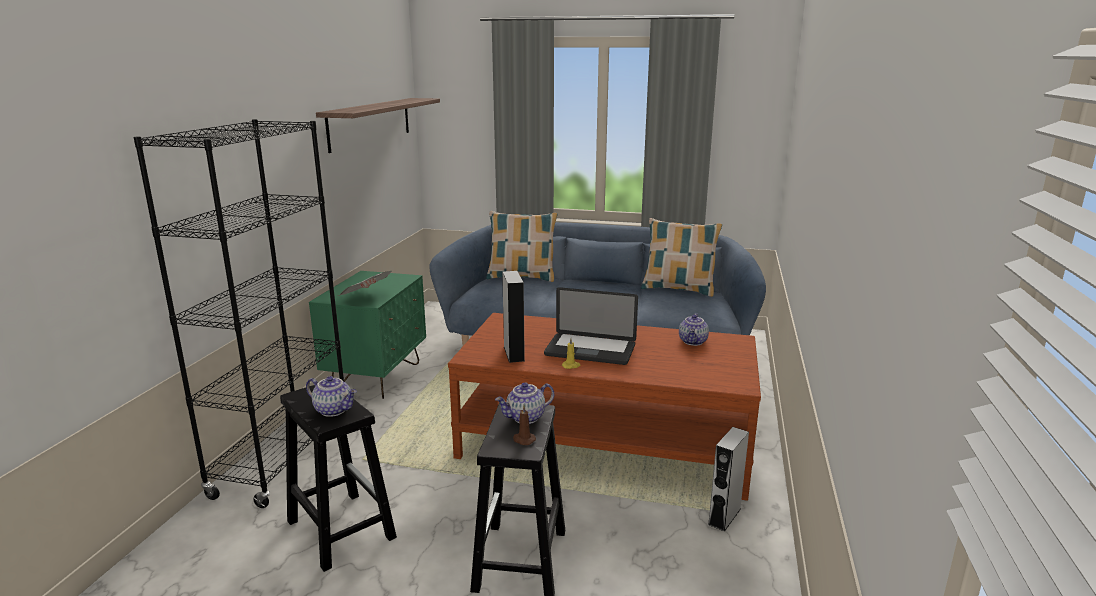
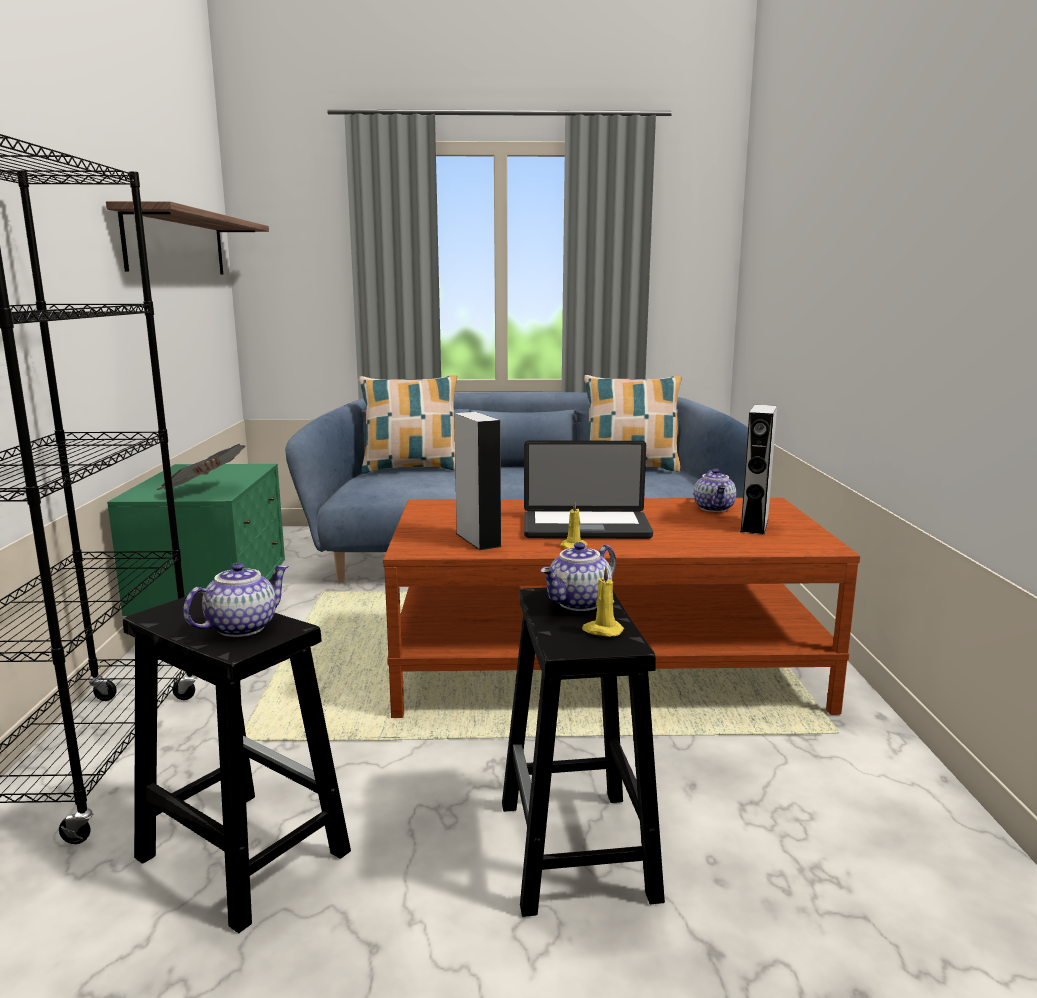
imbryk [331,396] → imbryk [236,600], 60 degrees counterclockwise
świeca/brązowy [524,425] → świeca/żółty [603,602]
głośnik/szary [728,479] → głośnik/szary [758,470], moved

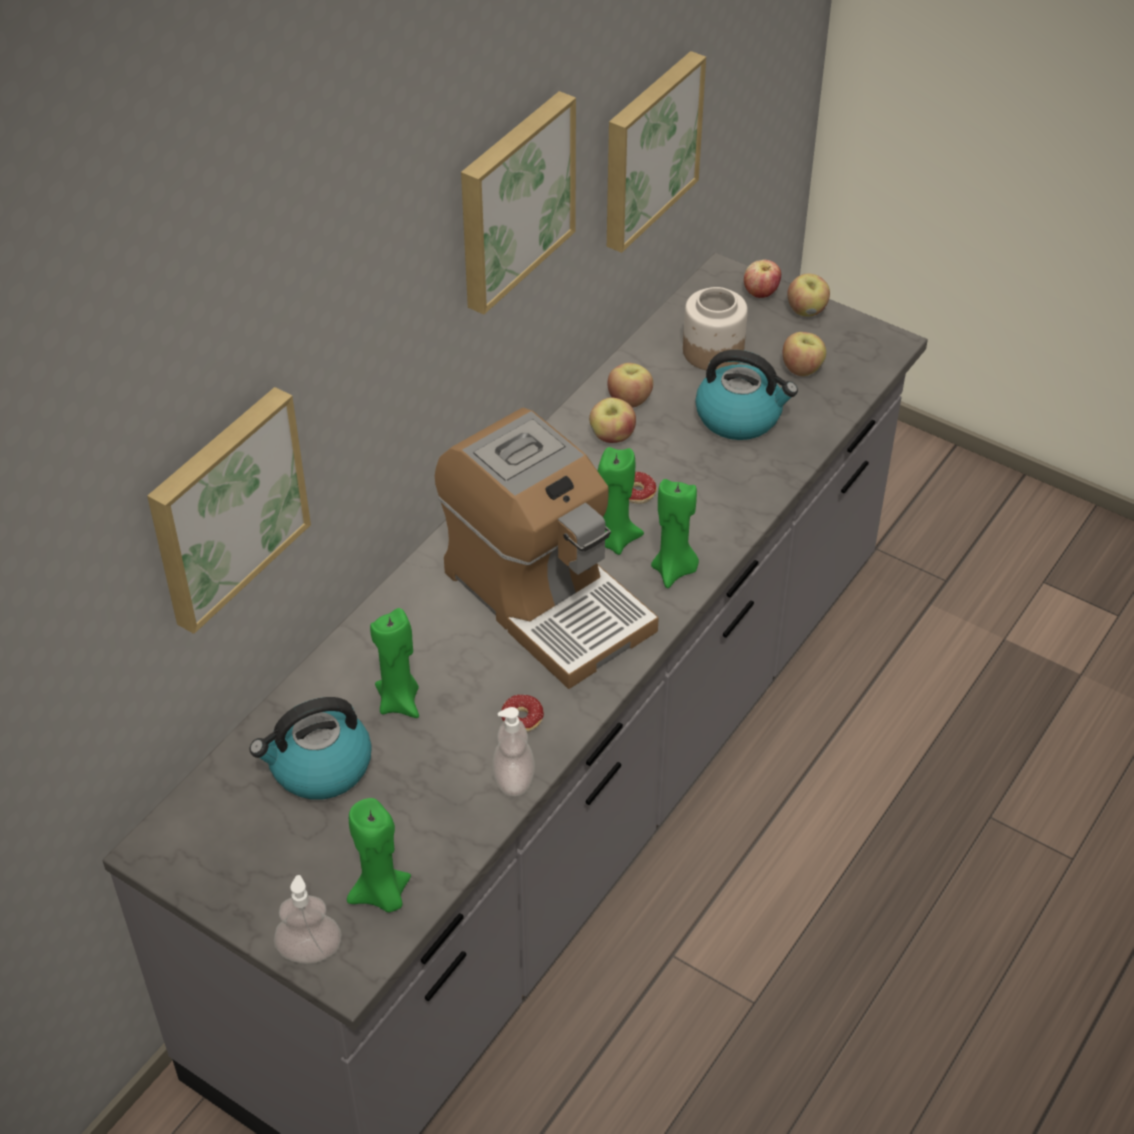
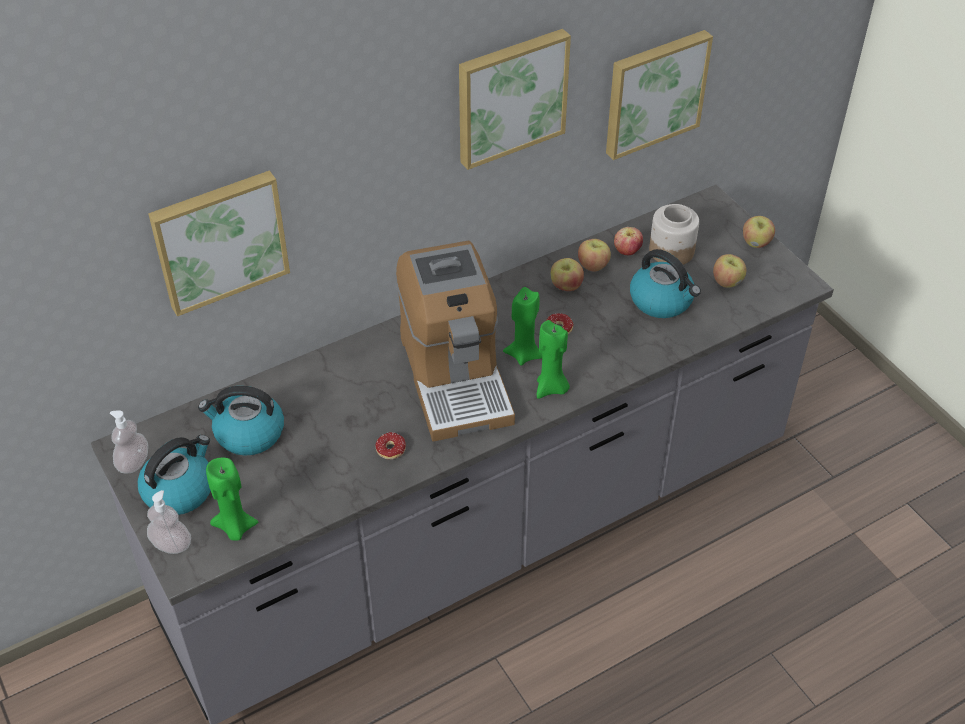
dozownik mydła [513,751] → dozownik mydła [129,442], moved
- → czajnik [174,475]
jabłko [762,278] → jabłko [628,241], moved
świeca/zielony [394,663] → -

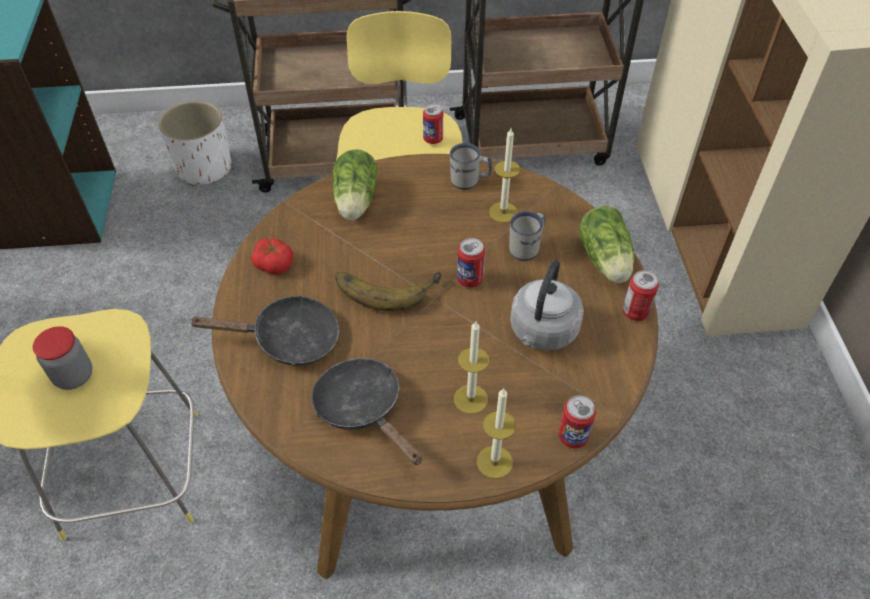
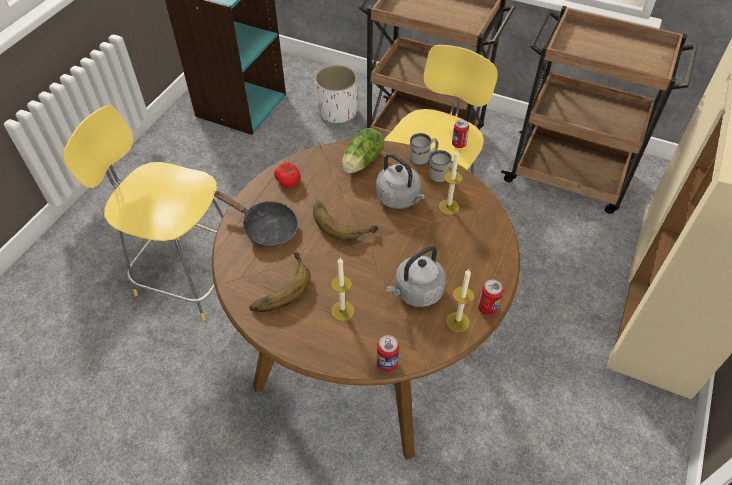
patelnia/czarny [366,411] → banan [280,282]
- → czajnik/szary [400,181]
kubek/biały [527,236] → kubek/biały [424,149], moved
świeca [496,433] → świeca [460,301], moved
słoik [62,358] → -
puszka [471,263] → -
sałata [606,244] → -

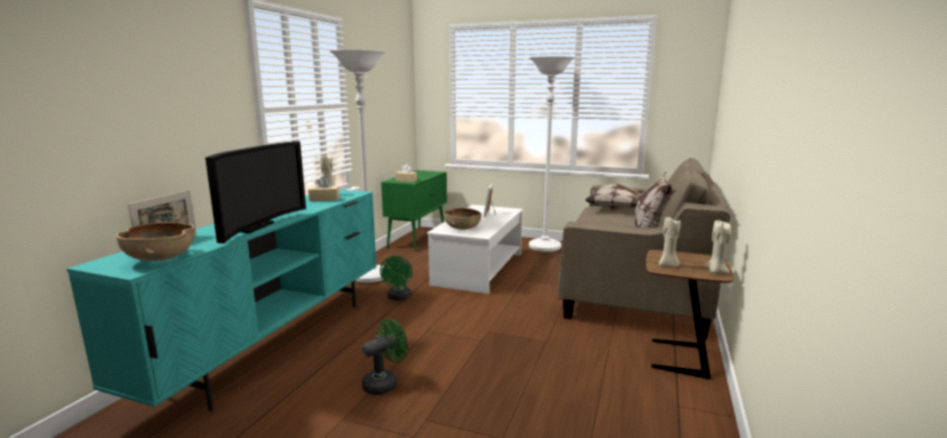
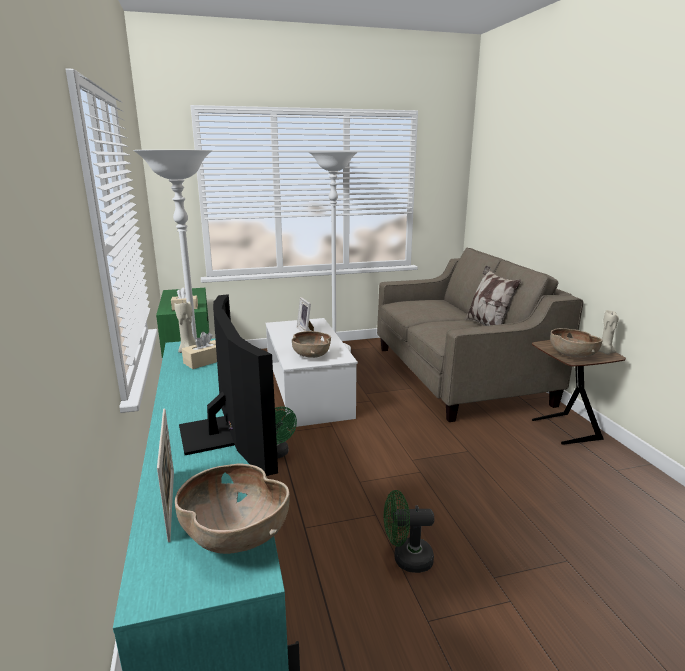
wentylator/zielony [385,356] → wentylator/zielony [409,531], 105 degrees counterclockwise
świeca/beżowy [670,242] → miska/brązowy [576,342]
poduszka [614,197] → -

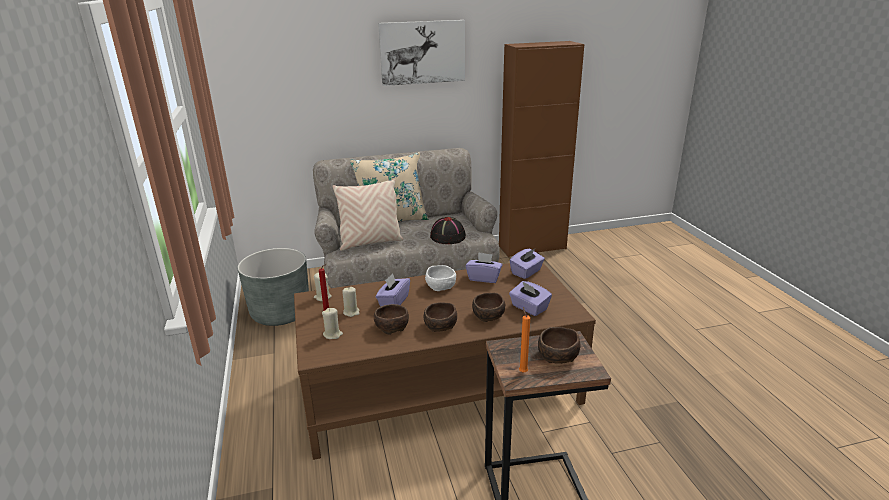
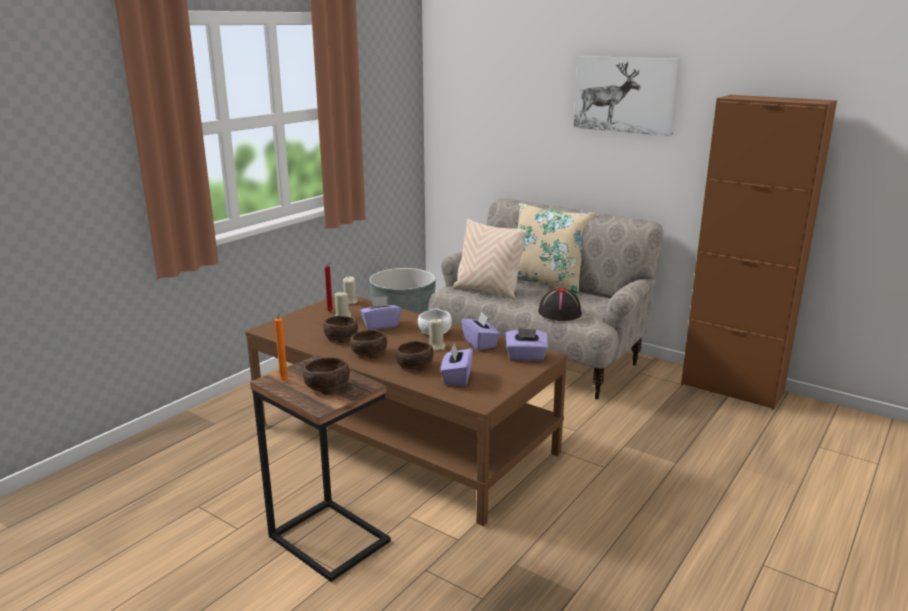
świeca/beżowy [332,323] → świeca/beżowy [437,334], moved

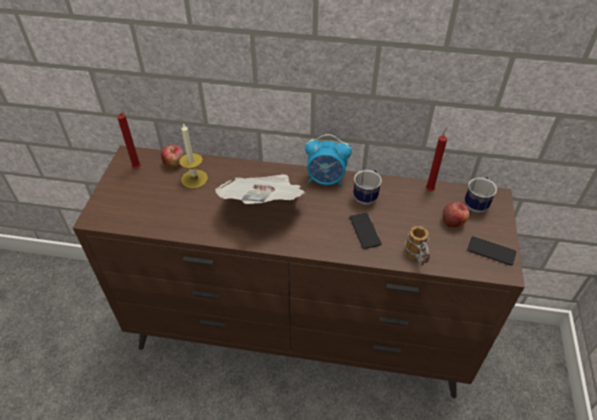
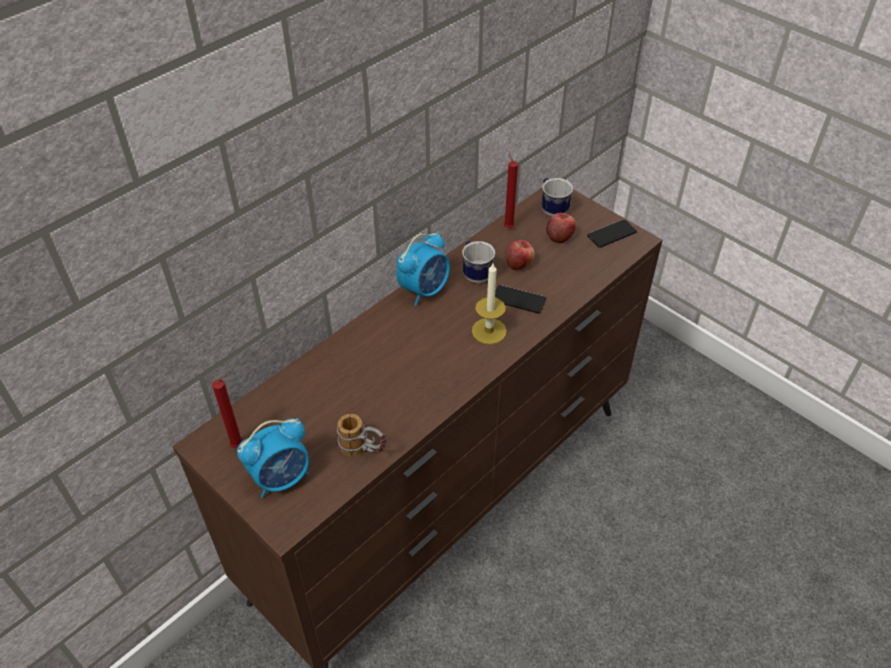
- → budzik [273,458]
kubek [417,246] → kubek [361,435], moved
świeca [193,156] → świeca [489,303], moved
jabłko [172,156] → jabłko [519,255], moved
gazeta [260,189] → -

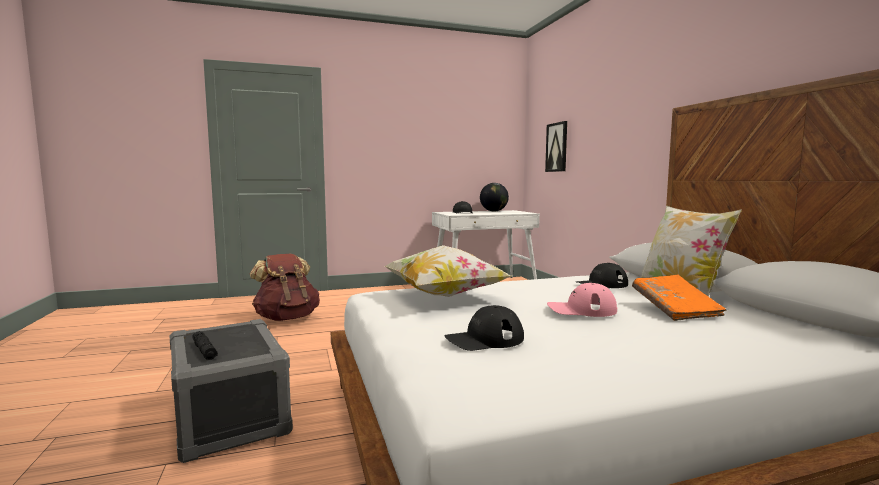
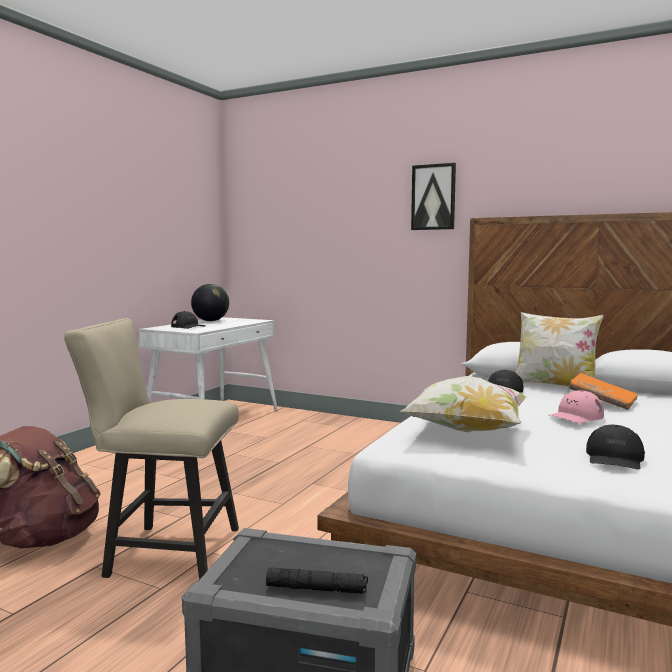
- → krzesło/beżowy [151,449]
obraz [556,146] → obraz [433,196], moved

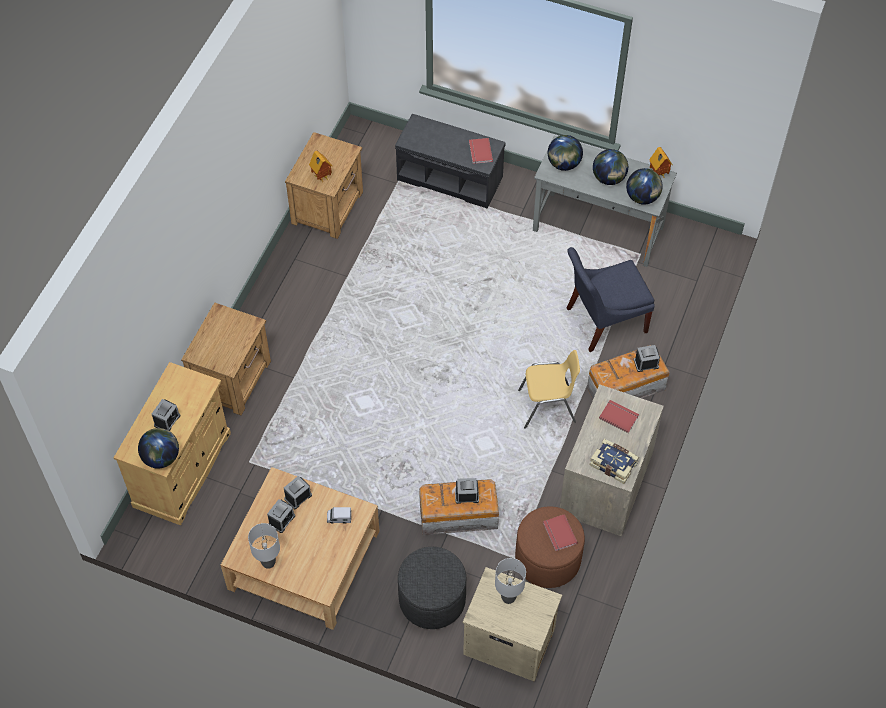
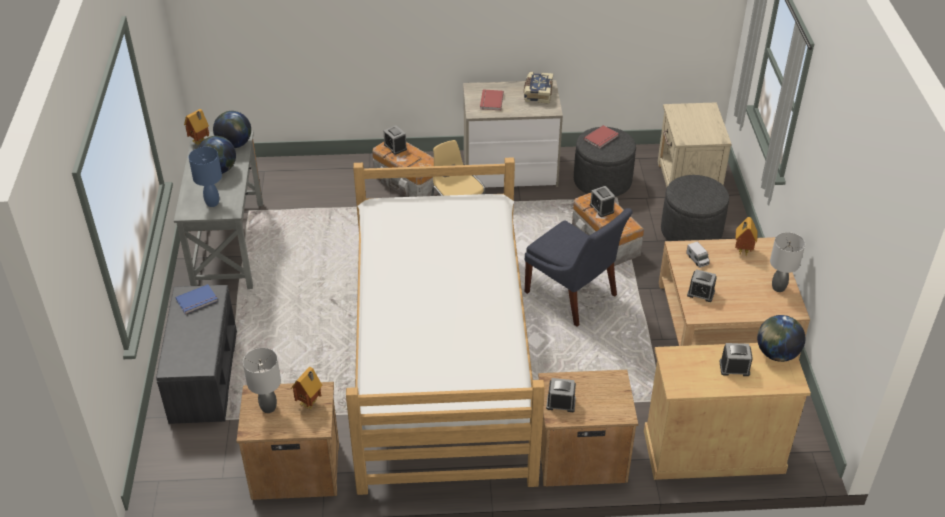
książka/czerwony [481,151] → książka/niebieski [196,299]
globus [565,153] → lampa stołowa/niebieski [205,177]
lampa stołowa/szary [510,581] → lampa stołowa/szary [262,380], moved
- → łóżko [445,326]
krzesło/niebieski [611,299] → krzesło/niebieski [579,267], moved
budzik [281,516] → budzik [561,395], moved
pufa/brązowy [550,547] → pufa/szary [605,162]
- → domek [746,236]

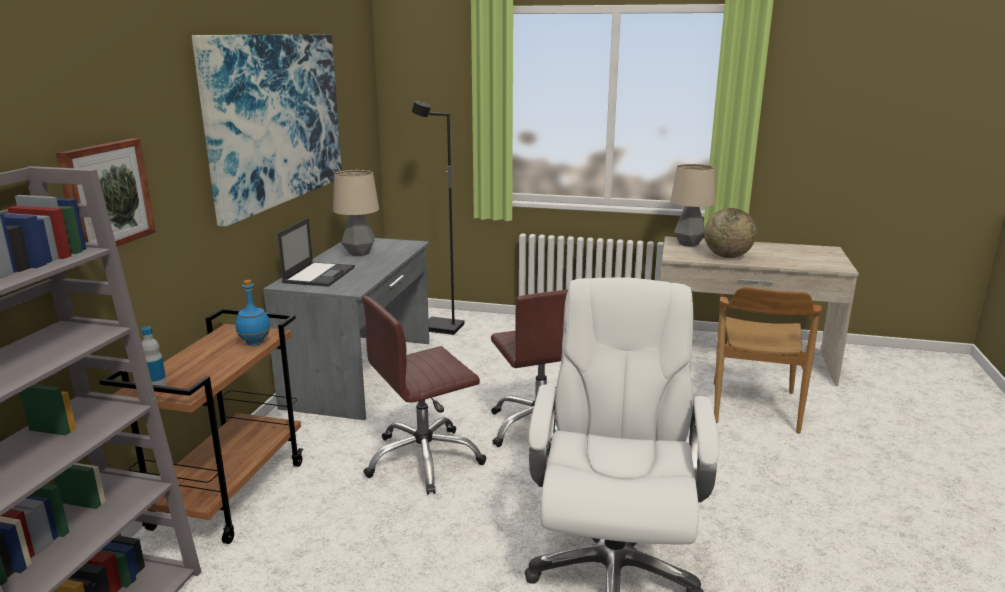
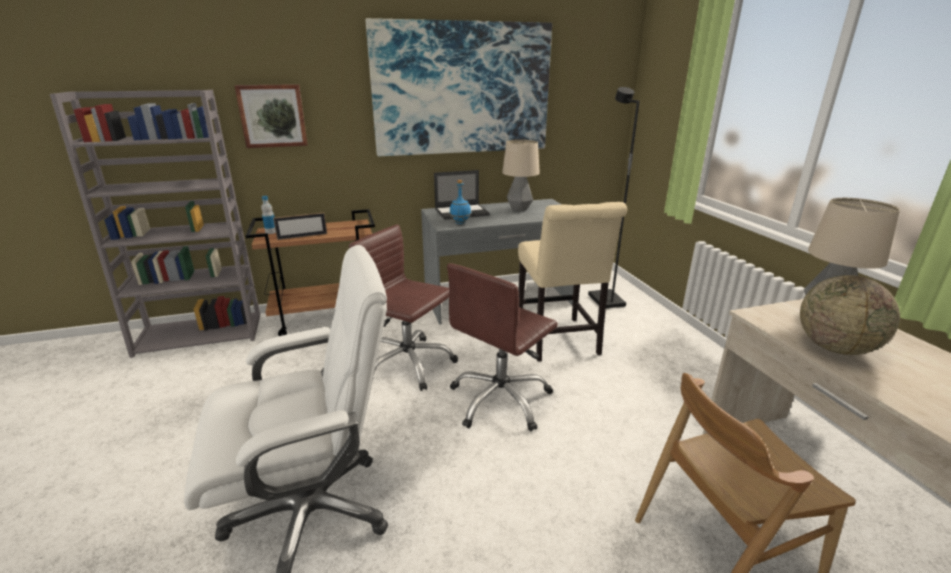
- → ramka na zdjęcie [300,226]
butelka/niebieski [253,313] → butelka/niebieski [460,202], moved
- → krzesło/beżowy [572,282]

